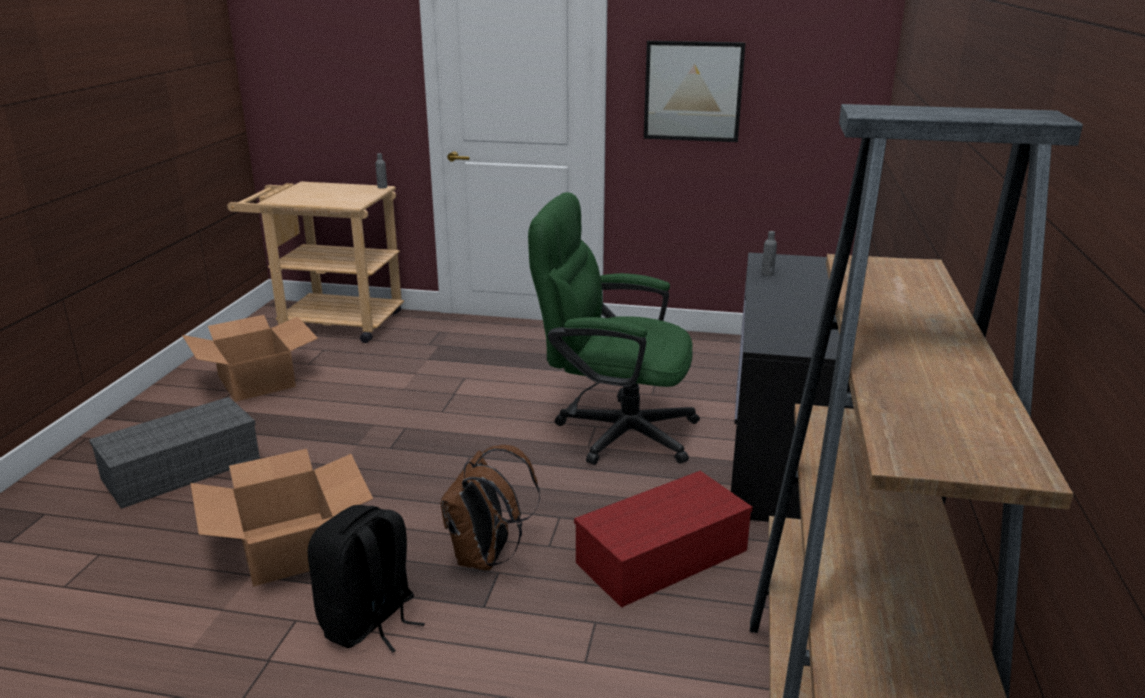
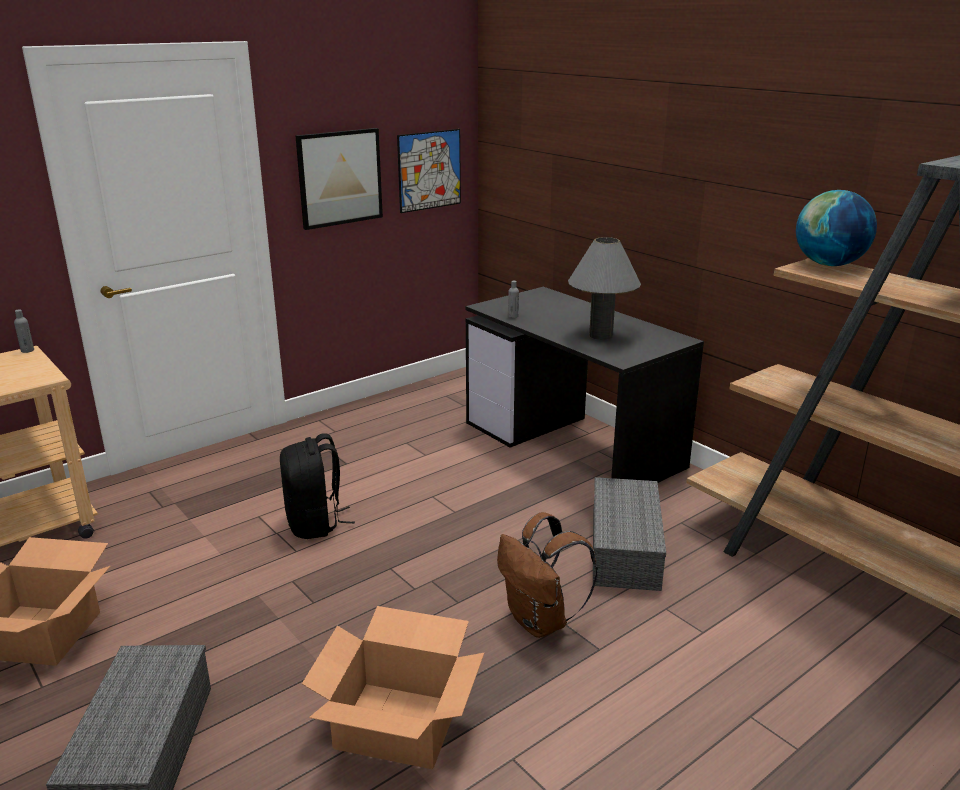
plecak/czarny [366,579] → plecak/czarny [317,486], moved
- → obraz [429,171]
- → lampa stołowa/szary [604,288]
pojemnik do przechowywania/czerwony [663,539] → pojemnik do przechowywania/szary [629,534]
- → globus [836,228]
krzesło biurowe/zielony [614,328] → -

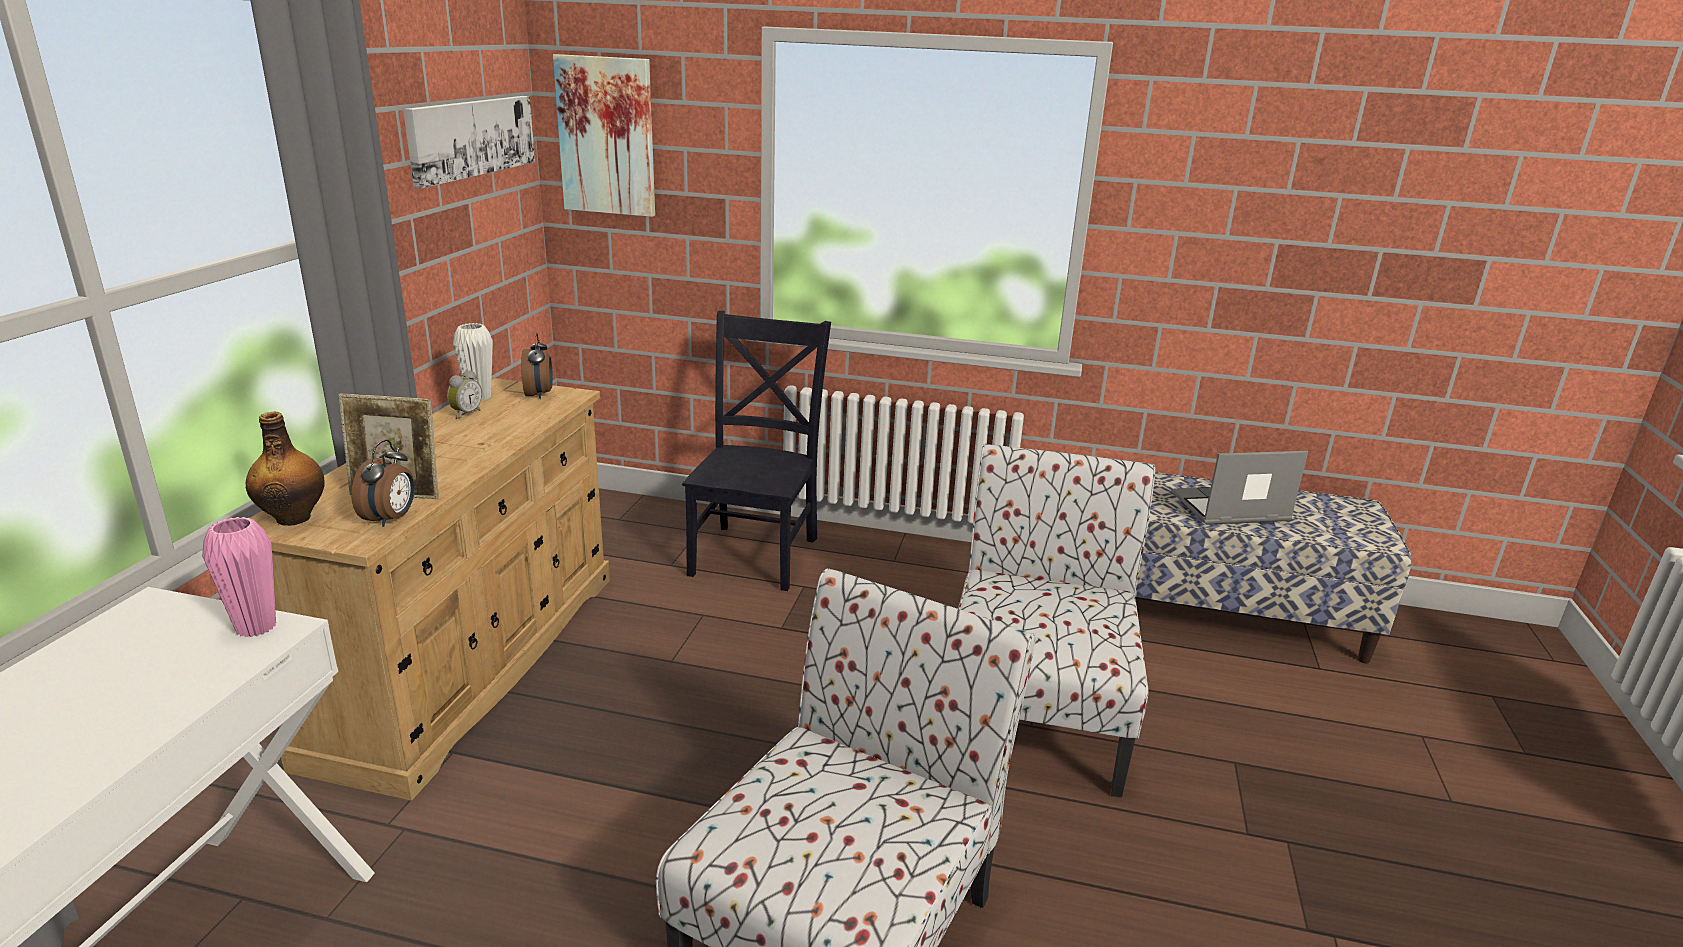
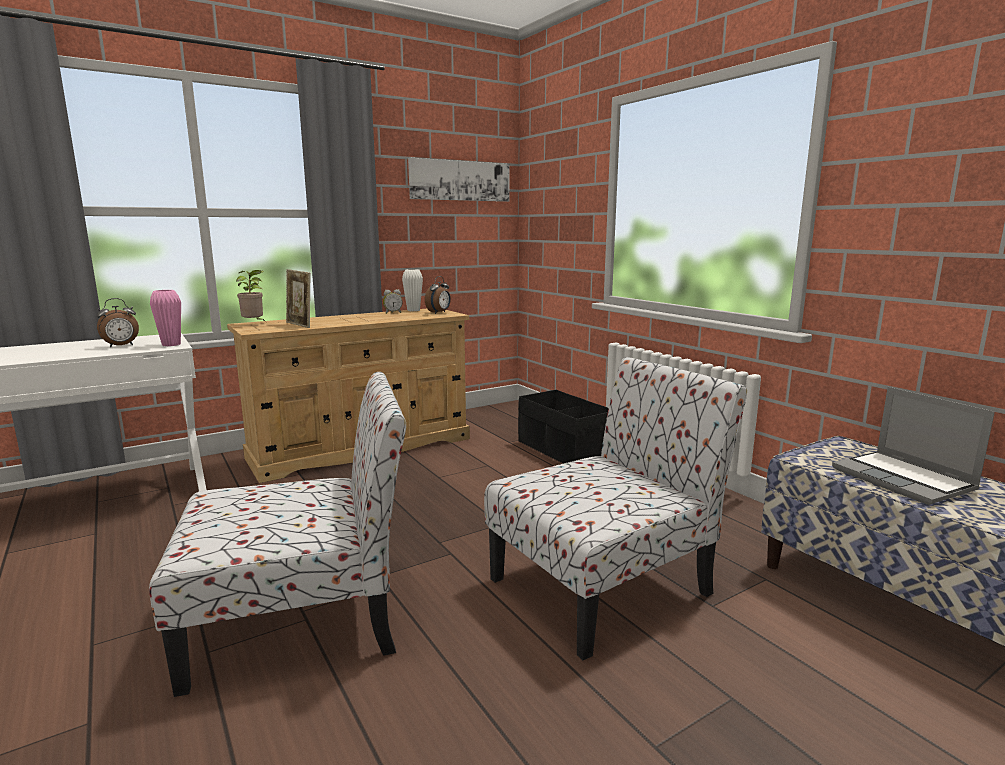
budzik [383,483] → budzik [118,322], moved
butelka [285,469] → roślina doniczkowa [251,296]
krzesło/czarny [756,451] → pojemnik do przechowywania/czarny [563,427]
laptop [1239,488] → laptop [913,446], 150 degrees counterclockwise
obraz [604,135] → -

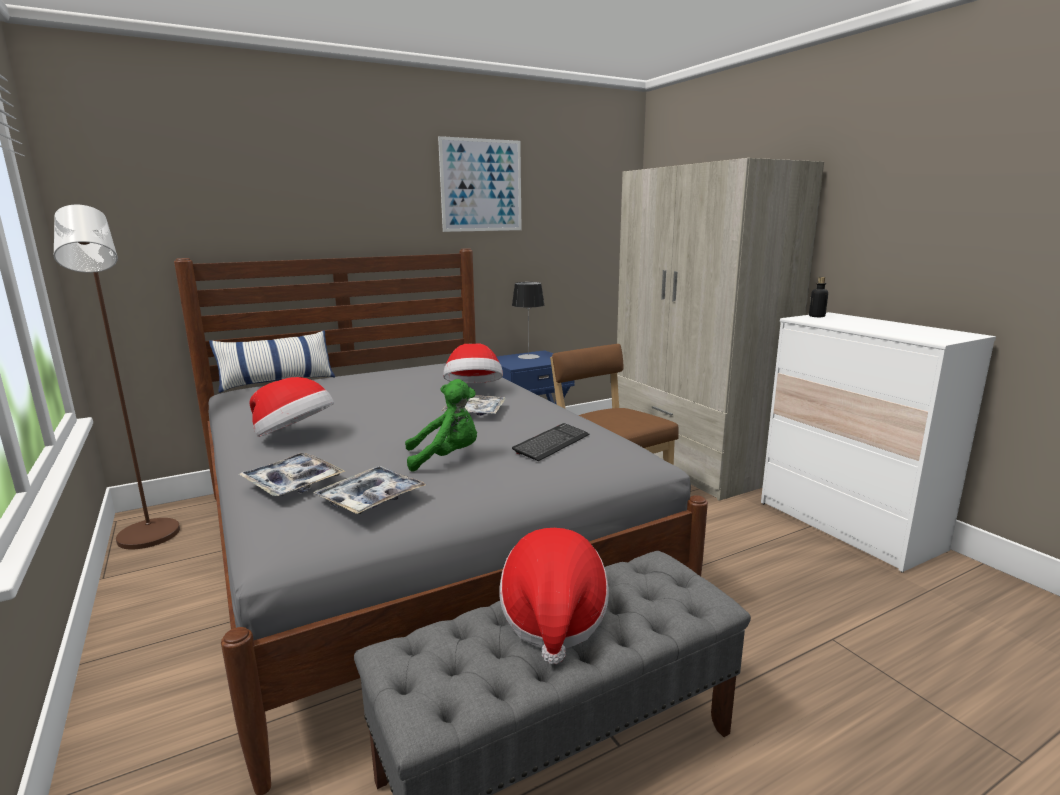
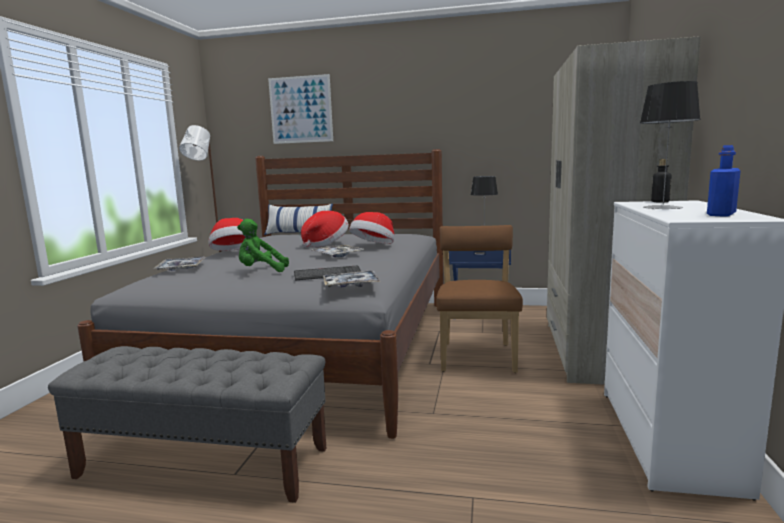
pluszak/zielony [441,425] → pluszak/zielony [263,245], 150 degrees clockwise
obraz [480,184] → obraz [300,109], moved
kapelusz [554,596] → kapelusz [325,229], moved
taca [369,490] → taca [352,279], moved
- → lampa stołowa [670,145]
- → butelka/niebieski [724,181]

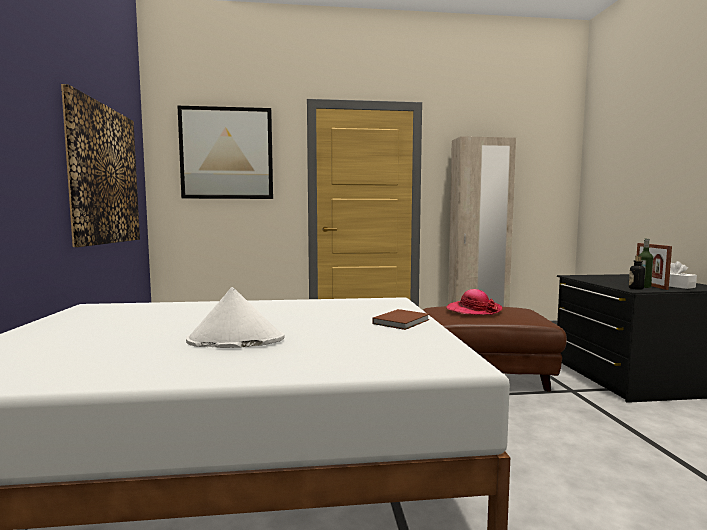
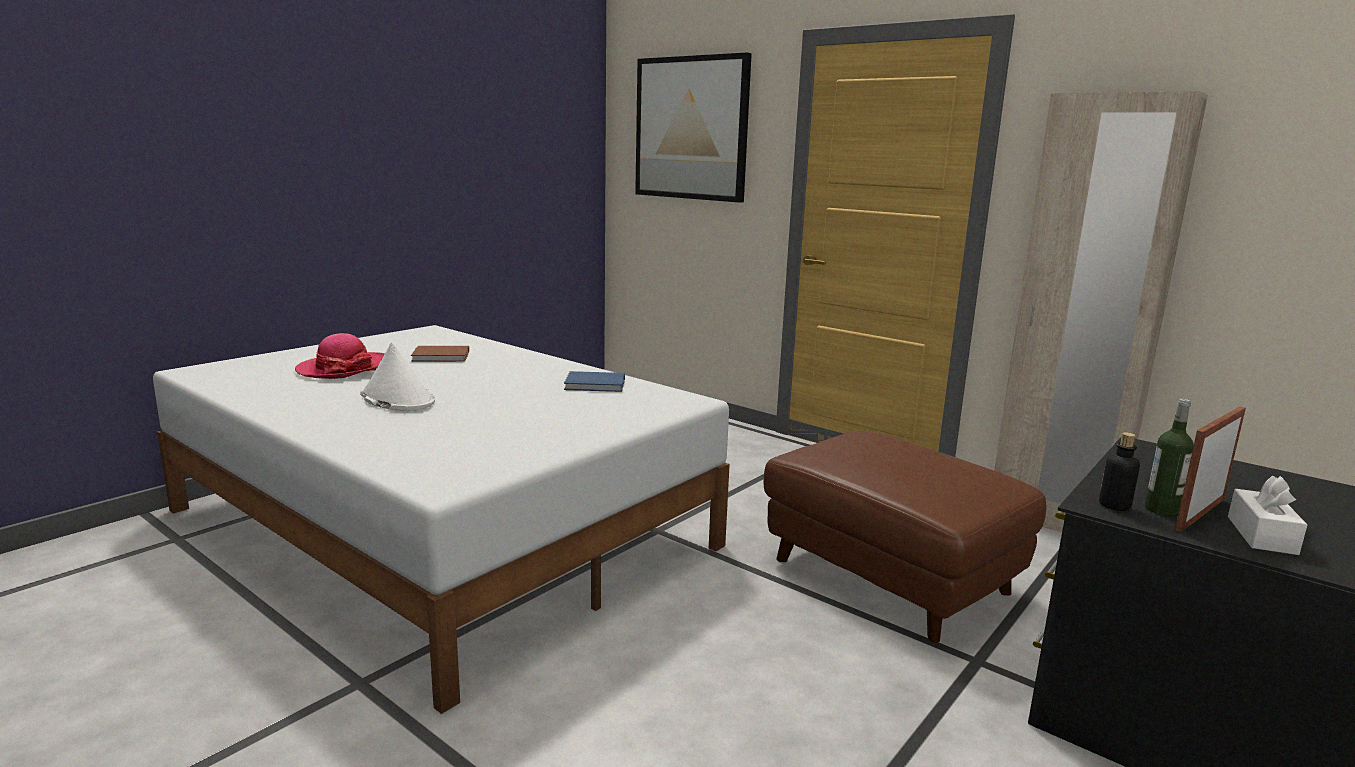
kapelusz [475,302] → kapelusz [340,356], moved
książka/brązowy [401,319] → książka/brązowy [440,354], moved
- → książka/niebieski [594,381]
obraz [100,165] → -

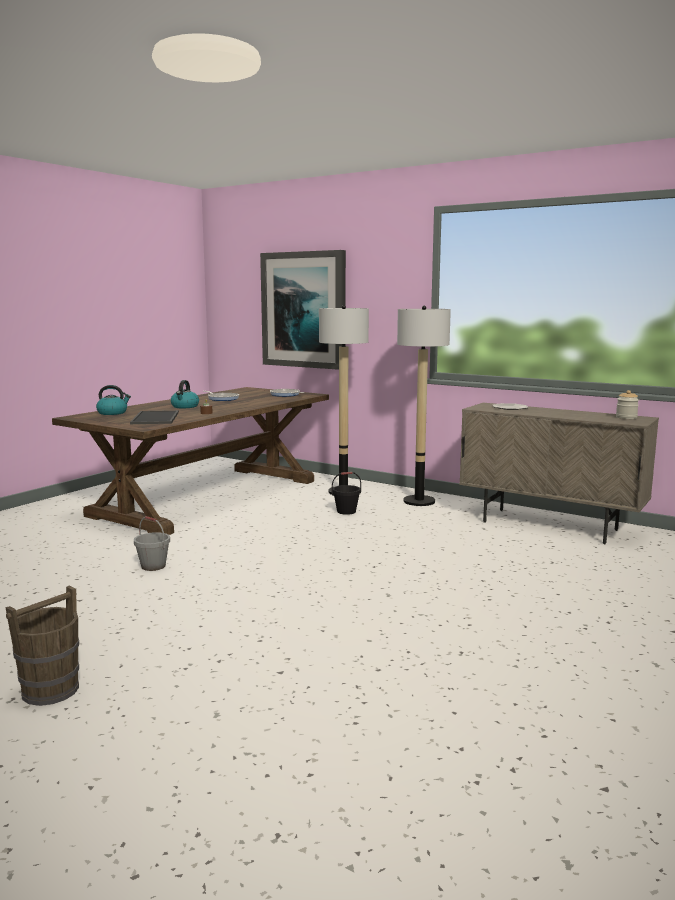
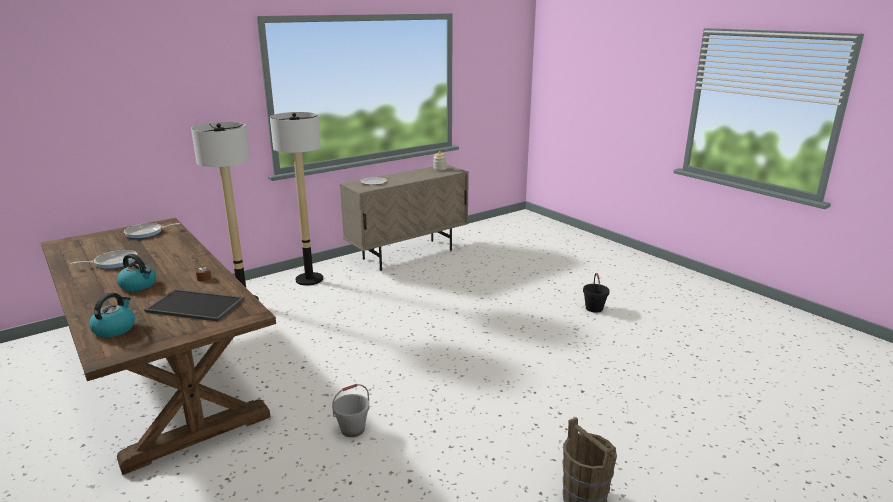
wiadro/czarny [346,493] → wiadro/czarny [596,293], moved
obraz [303,310] → -

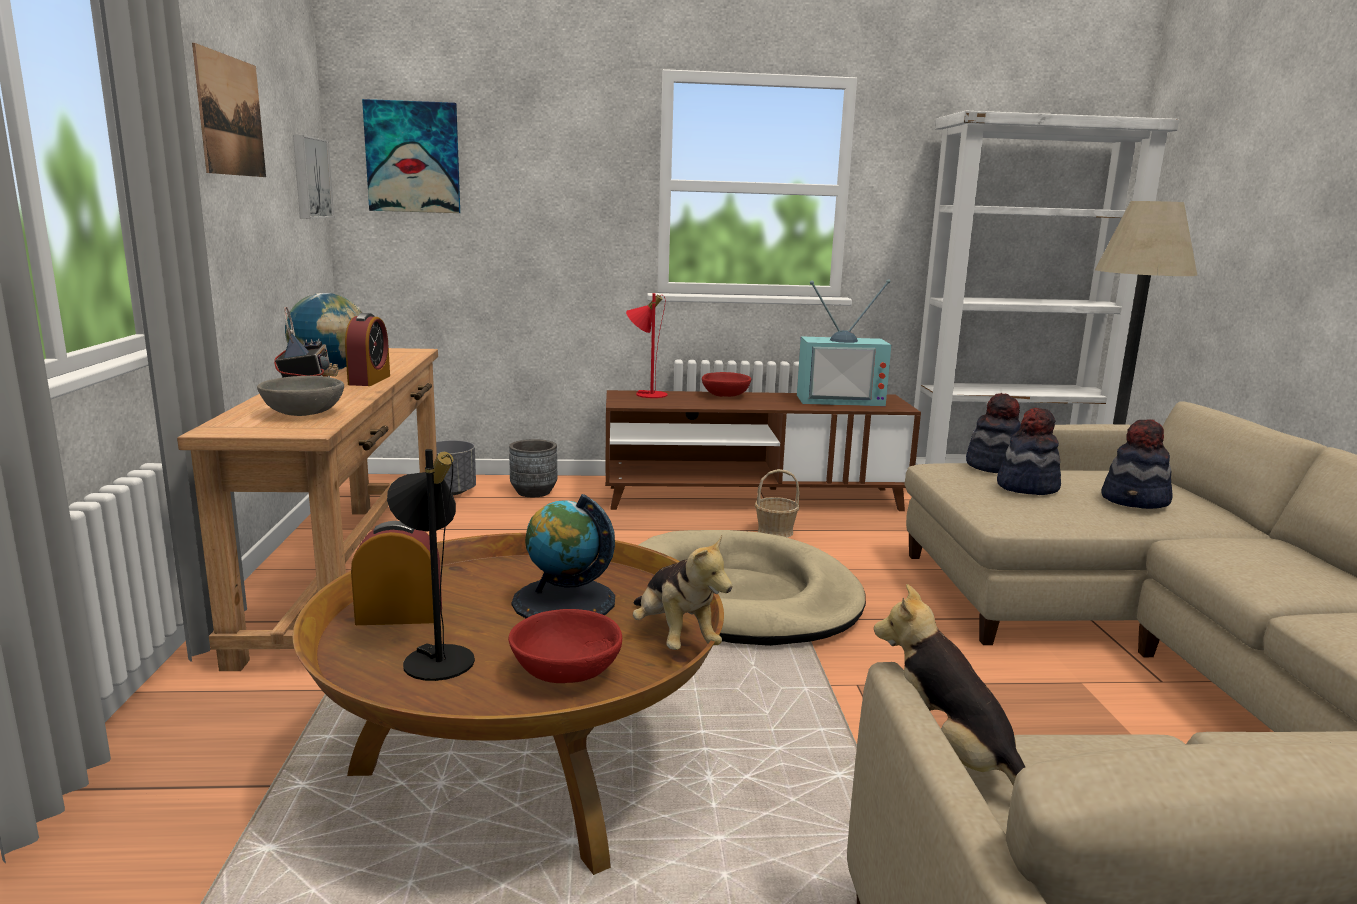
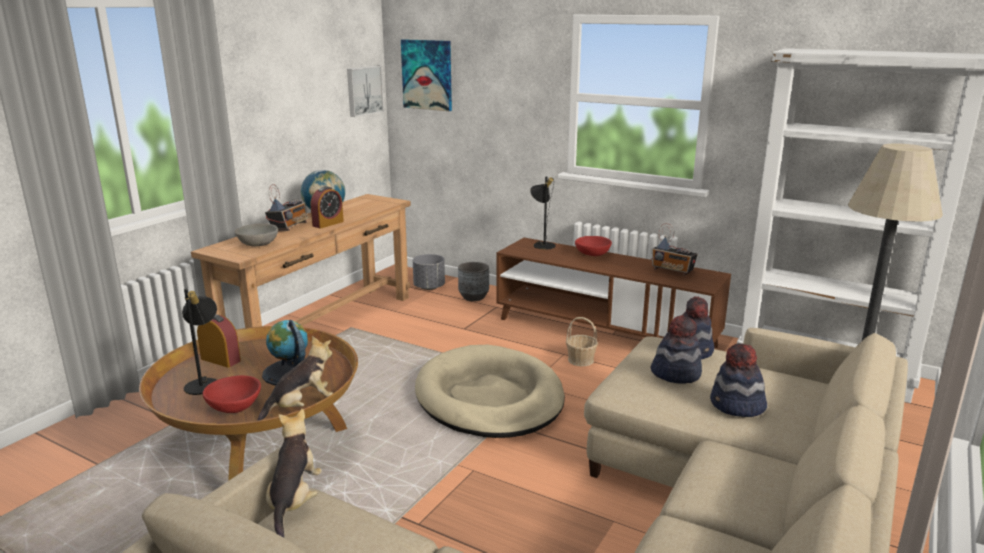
pluszak [682,592] → pluszak [295,378], 135 degrees counterclockwise
lampa stołowa/czerwony [647,345] → lampa stołowa/czarny [543,213]
telewizor [844,342] → radio [675,249]
obraz [229,110] → -

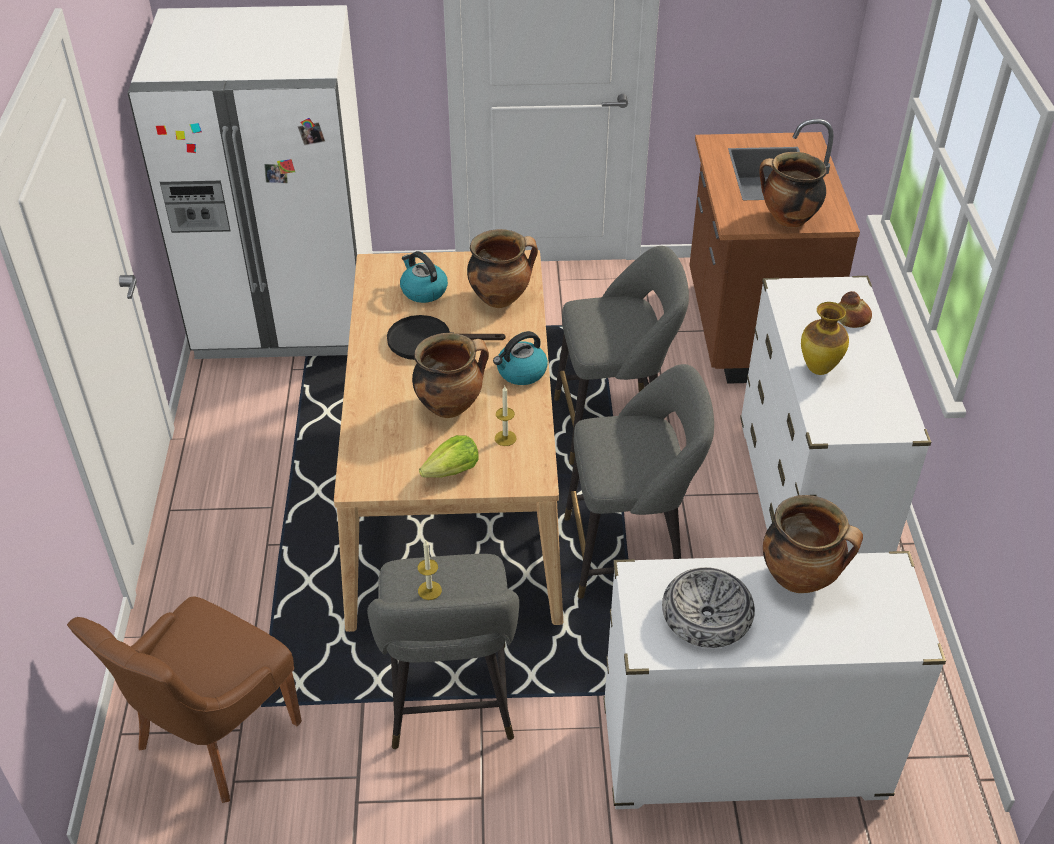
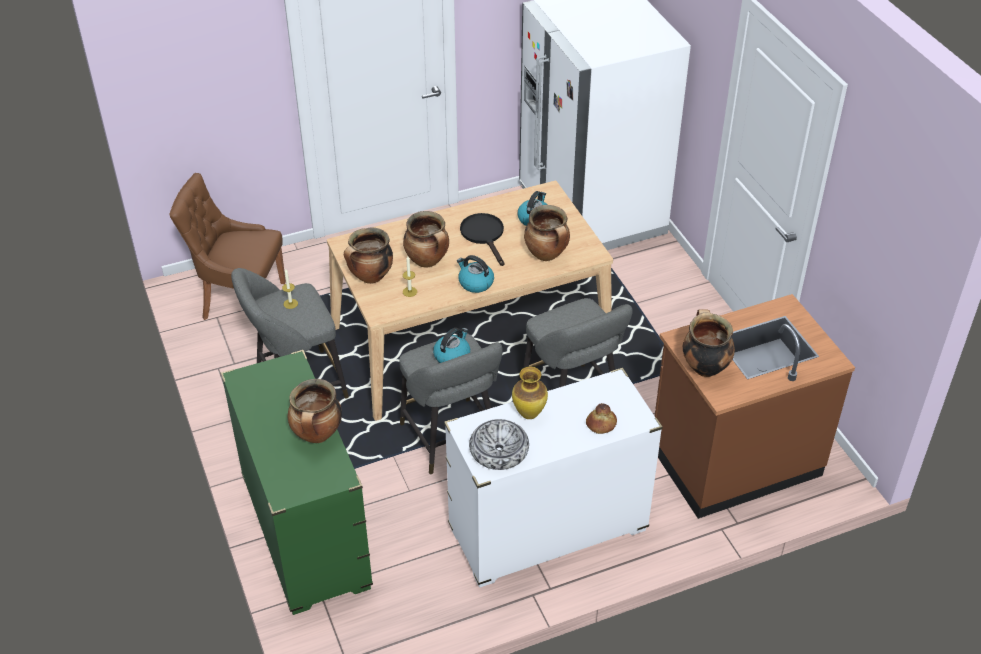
komoda/biały [774,680] → komoda/zielony [297,482]
sałata [449,456] → garnek [368,255]
- → czajnik [451,345]
miska [708,607] → miska [499,444], moved

